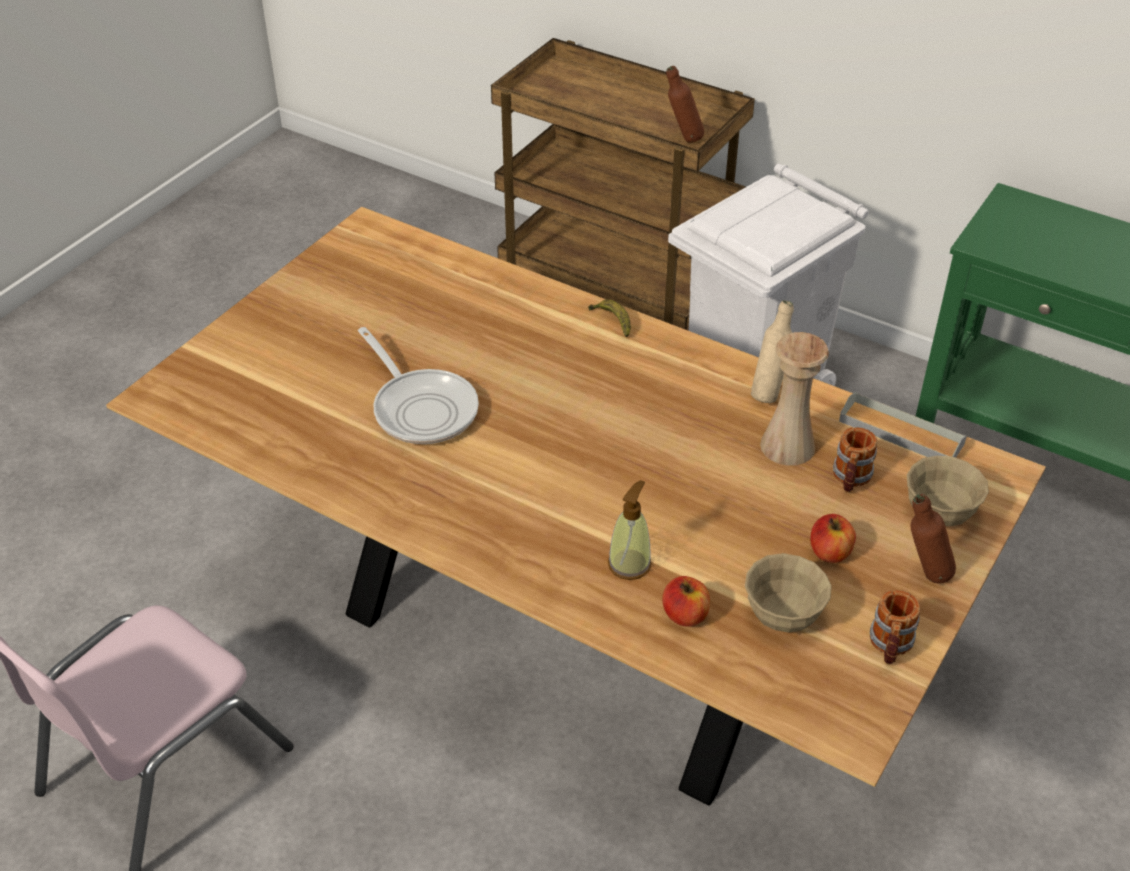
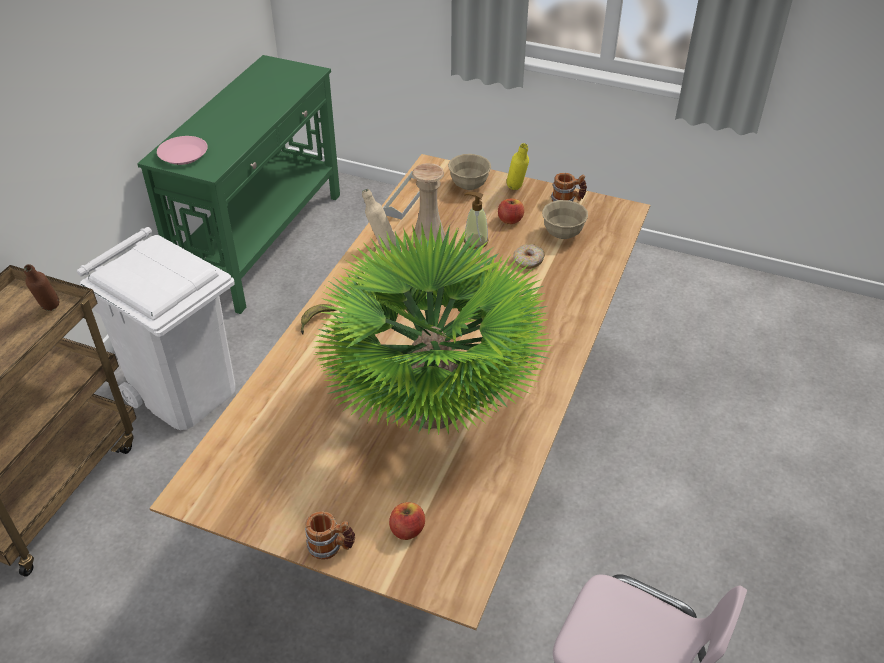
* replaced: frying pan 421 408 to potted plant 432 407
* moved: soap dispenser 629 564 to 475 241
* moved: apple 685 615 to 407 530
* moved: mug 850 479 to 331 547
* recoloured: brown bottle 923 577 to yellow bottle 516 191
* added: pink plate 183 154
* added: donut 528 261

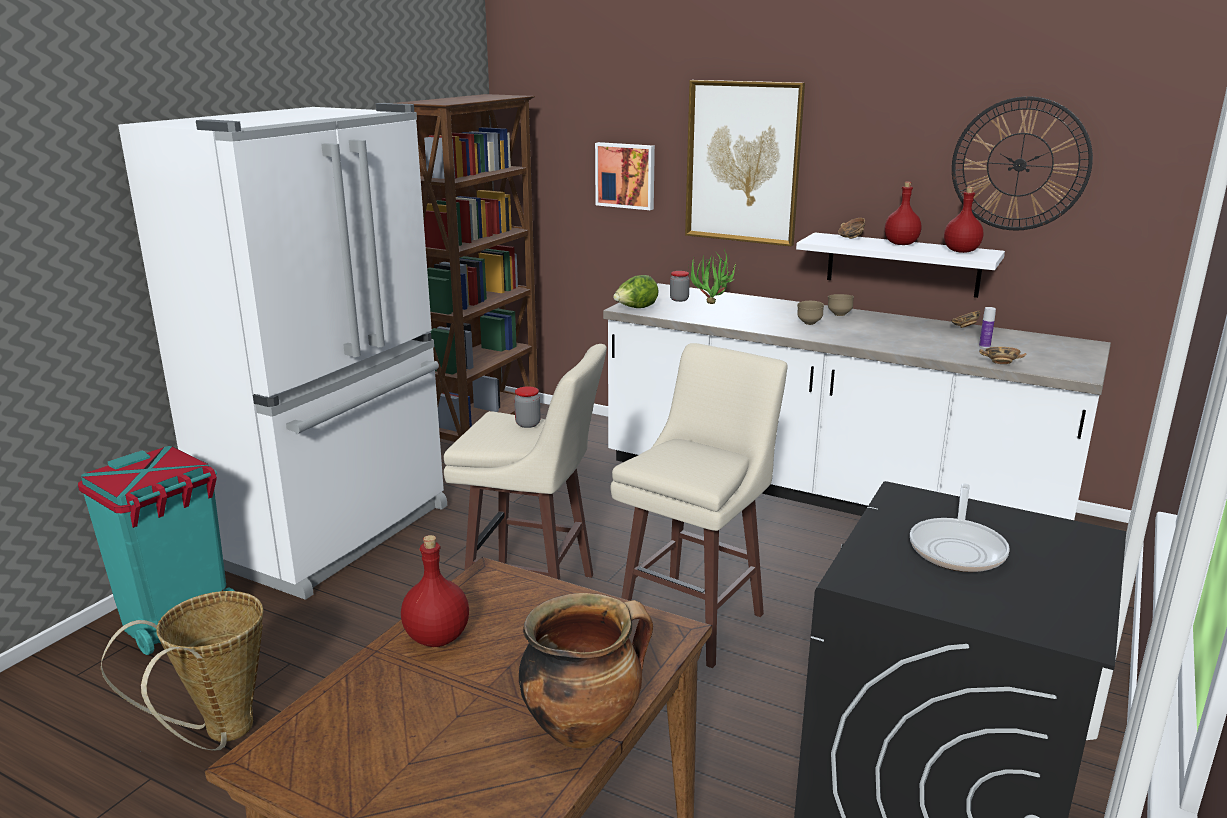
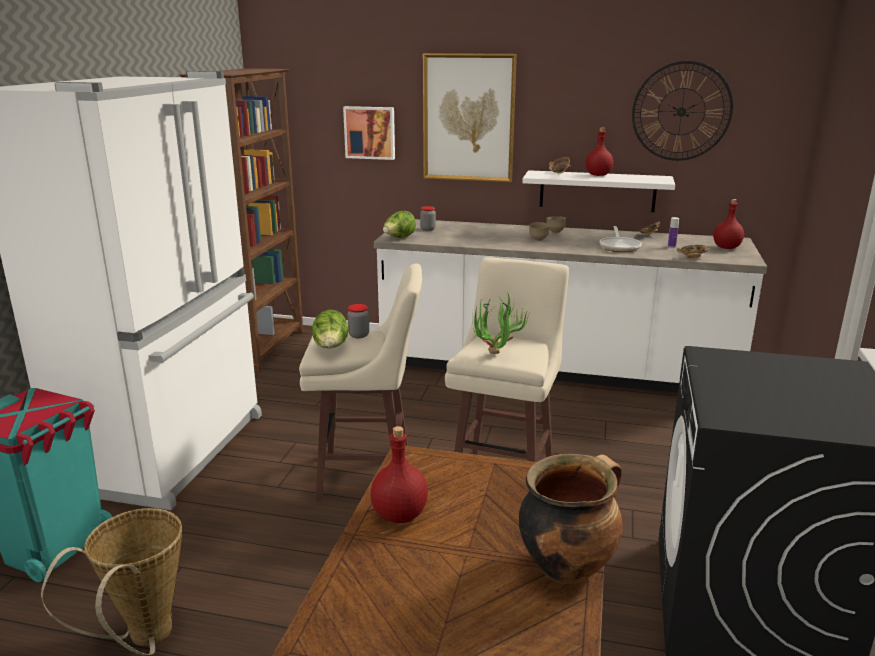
* moved: potted plant 712 306 to 497 357
* moved: frying pan 958 548 to 619 247
* moved: red bottle 961 251 to 727 248
* added: lettuce 331 348

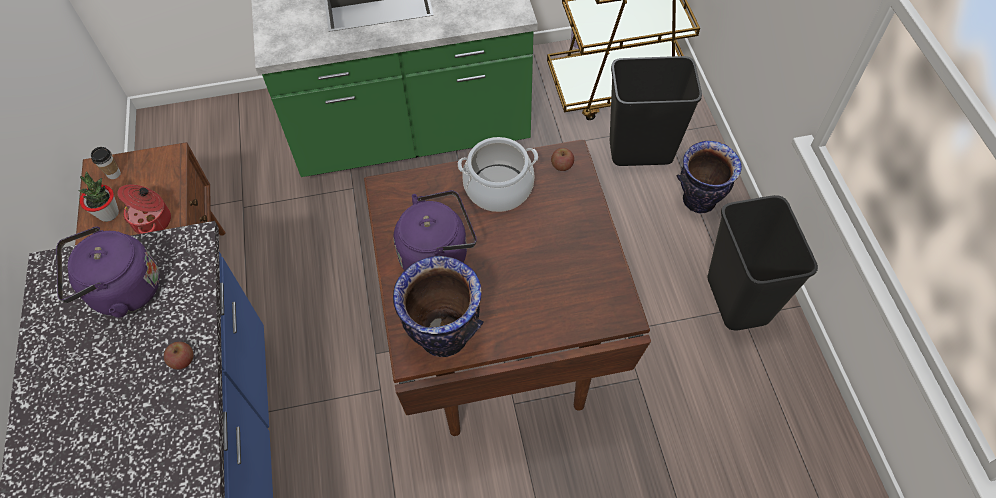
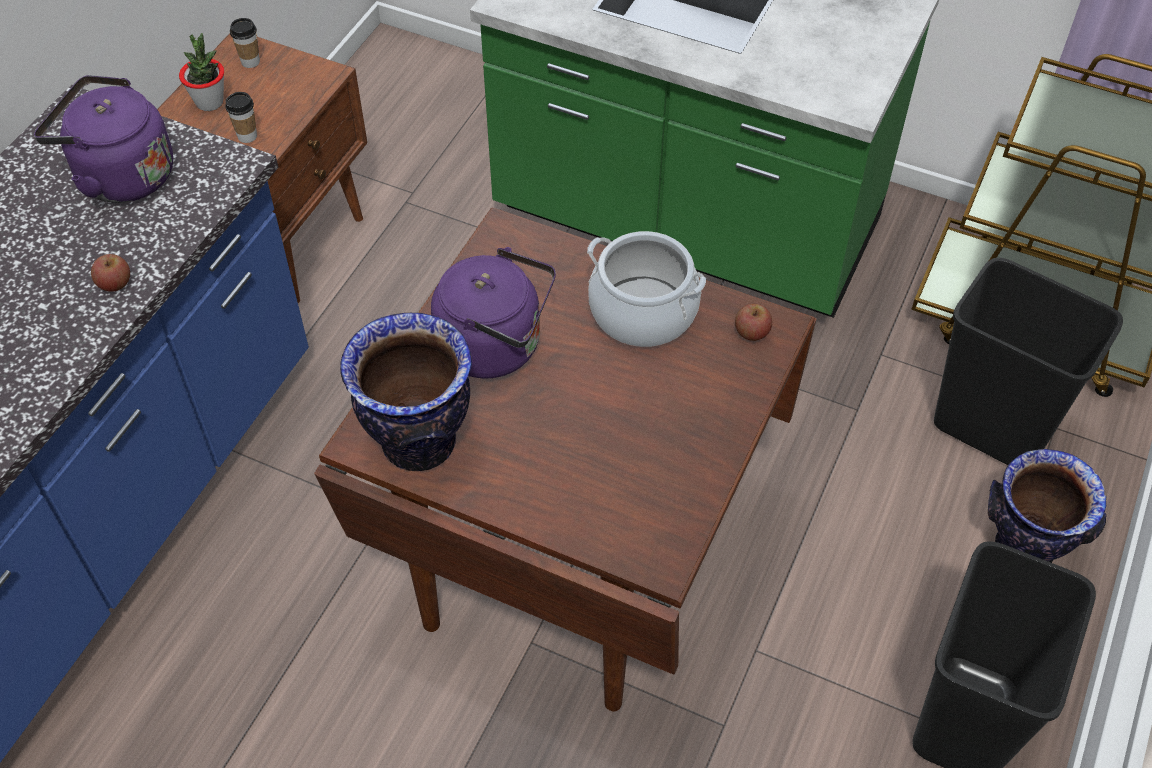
* replaced: cooking pot 154 221 to cup 247 136

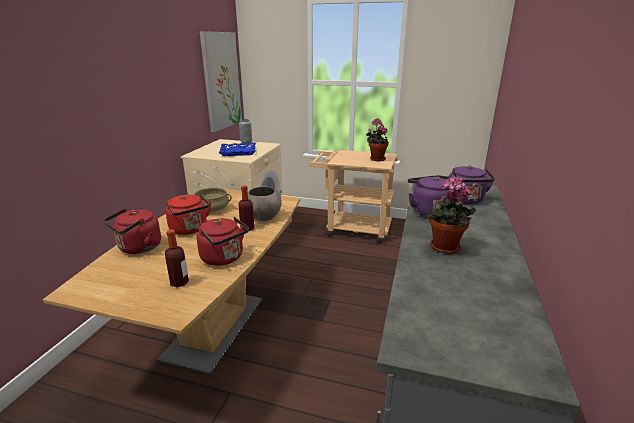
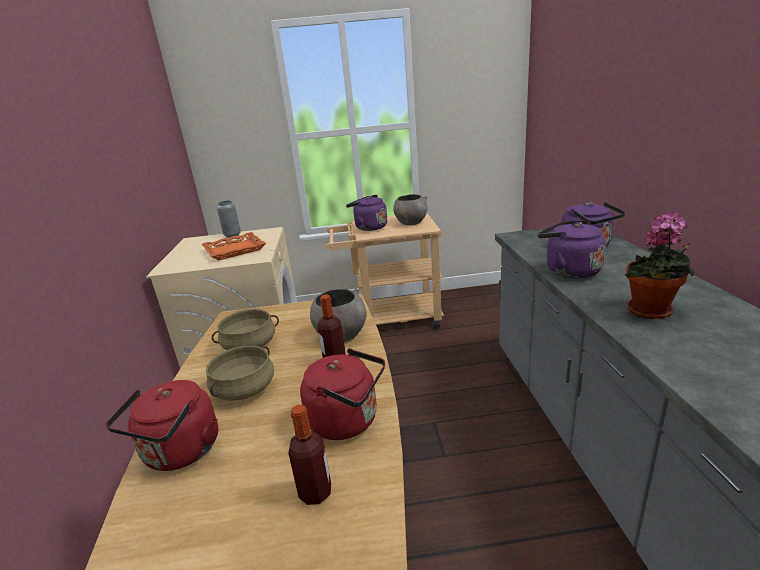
* replaced: red kettle 190 229 to beige cooking pot 245 389
* removed: picture 221 81
* recoloured: blue tray 238 152 to orange tray 234 250
* replaced: potted plant 376 159 to grey bowl 411 223
* added: purple kettle 369 227

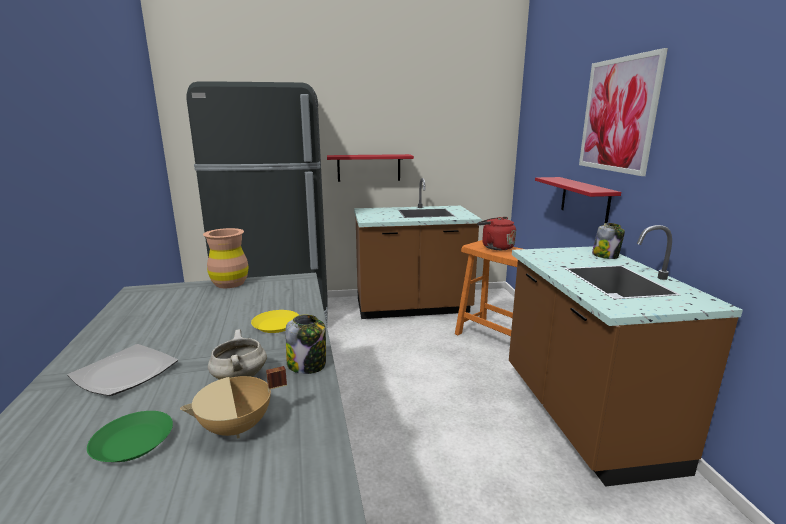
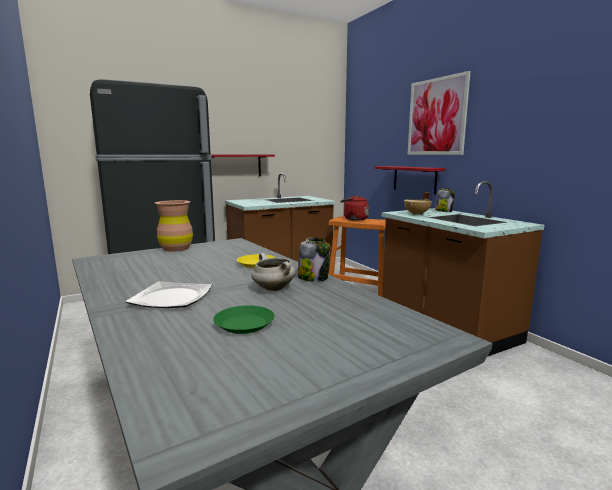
* moved: beige cooking pot 237 428 to 417 214

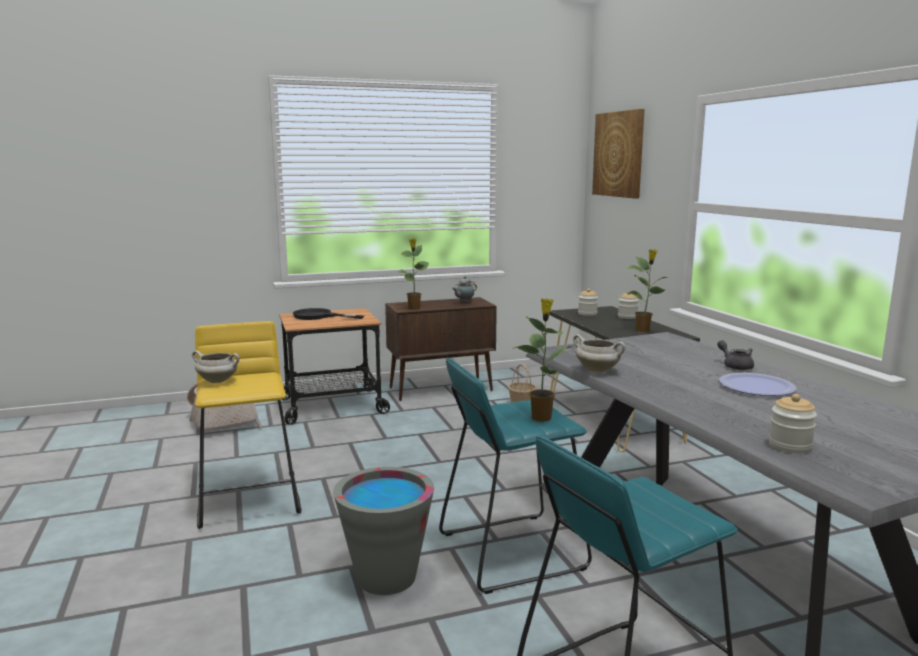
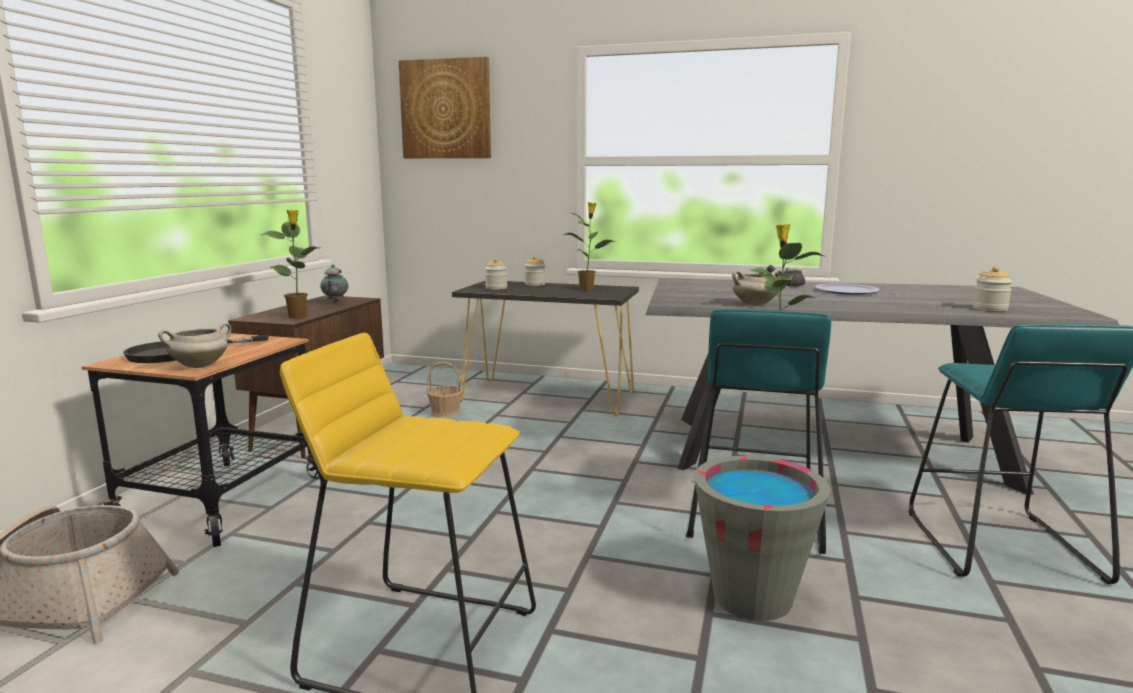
* moved: white cooking pot 218 381 to 200 365

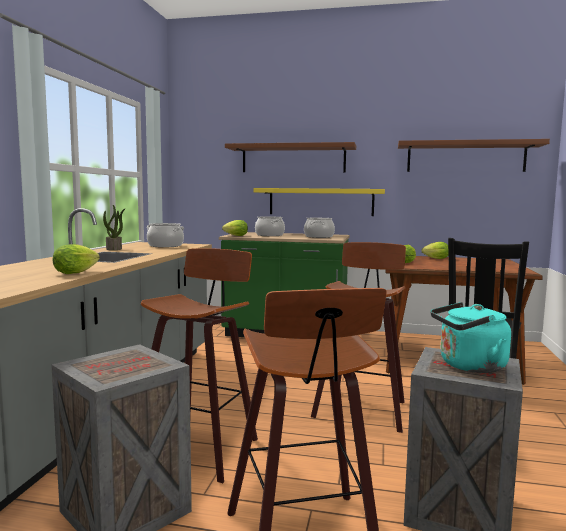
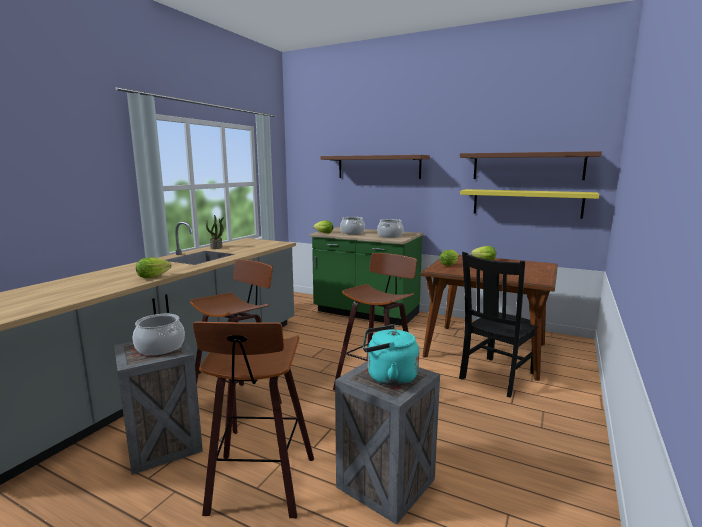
* moved: cooking pot 165 246 to 160 347
* moved: yellow shelf 321 202 to 526 203

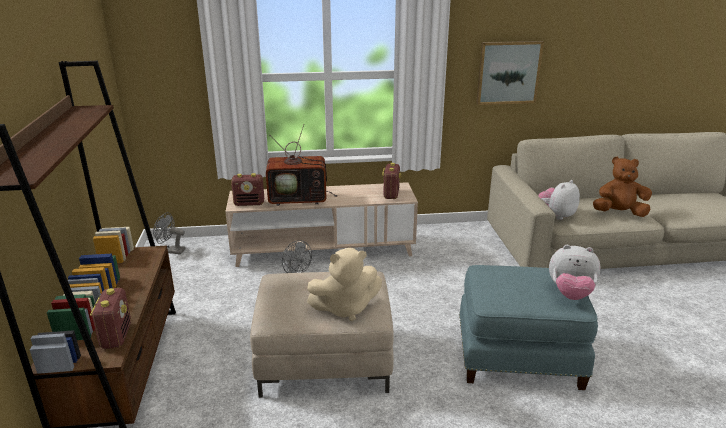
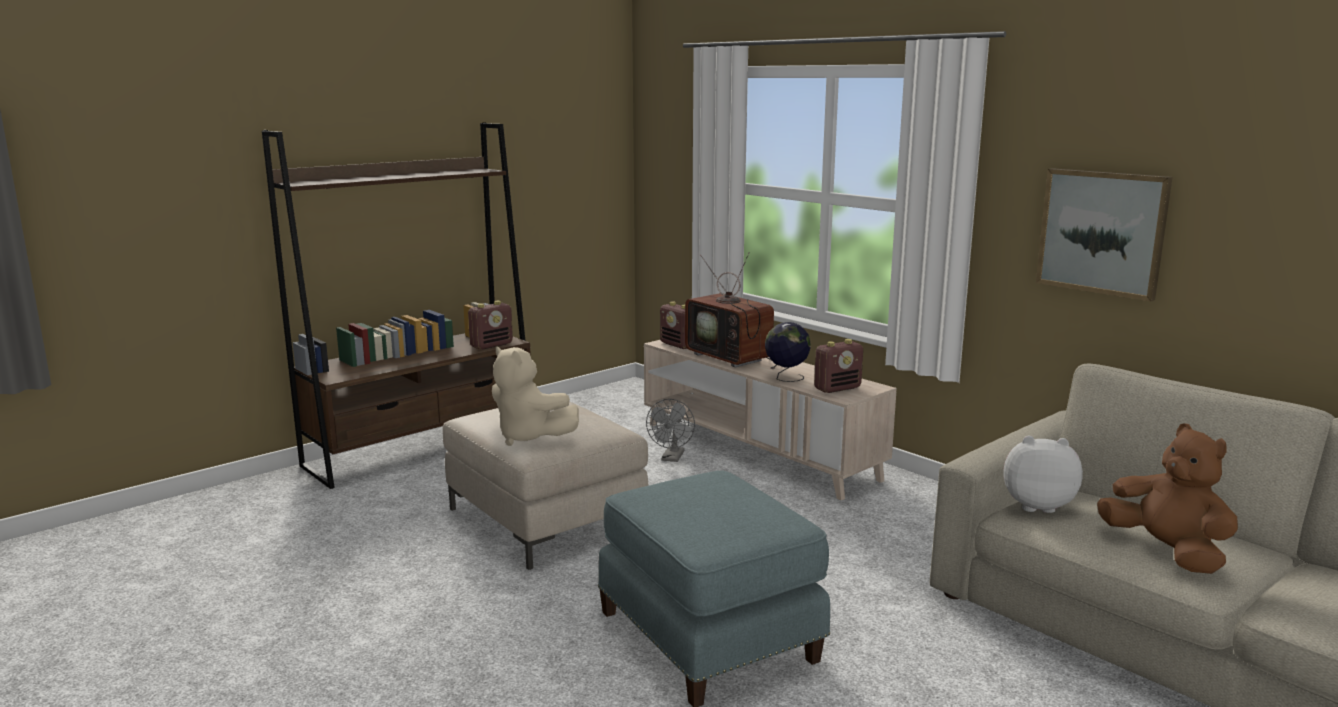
* moved: radio 116 336 to 491 345
* removed: grey fan 171 251
* removed: plush toy 570 294
* added: globe 786 378

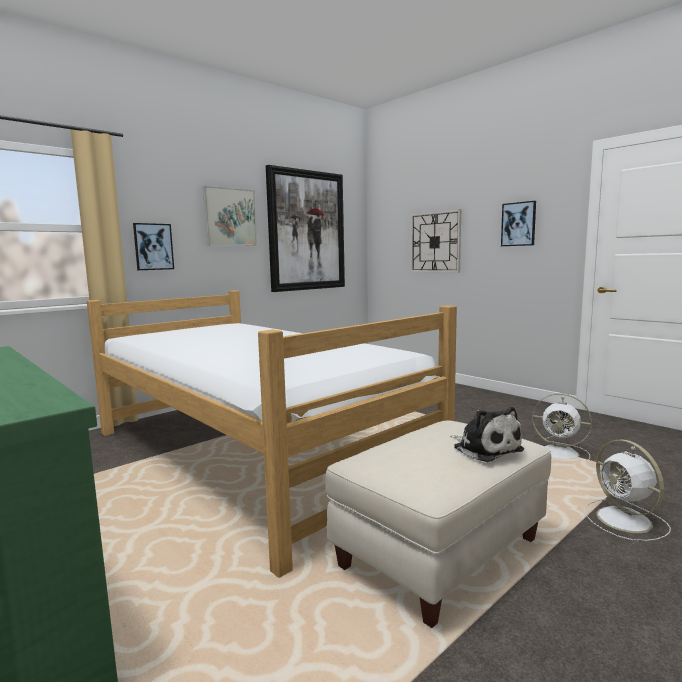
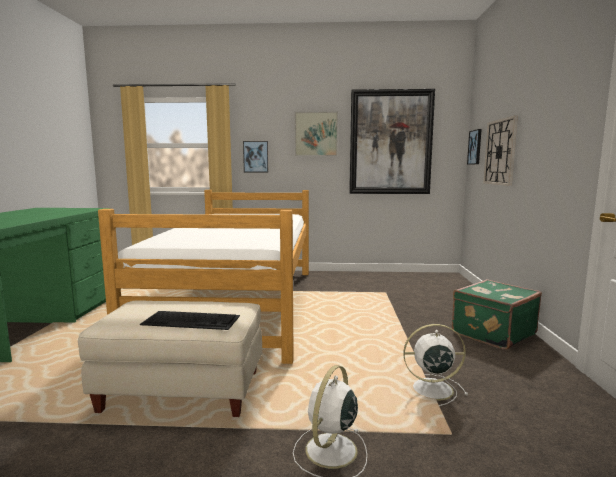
* replaced: plush toy 485 448 to keyboard 192 320
* moved: picture 518 224 to 475 147
* turned: white fan 561 453 = 430 389 105 degrees clockwise
* added: green suitcase 492 333

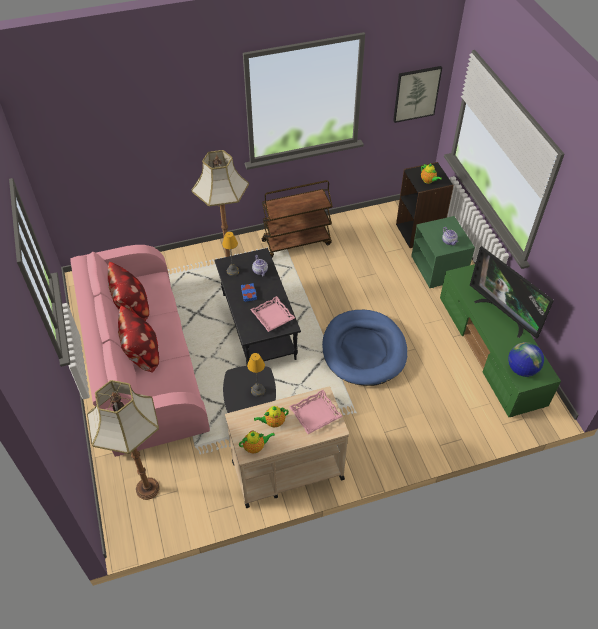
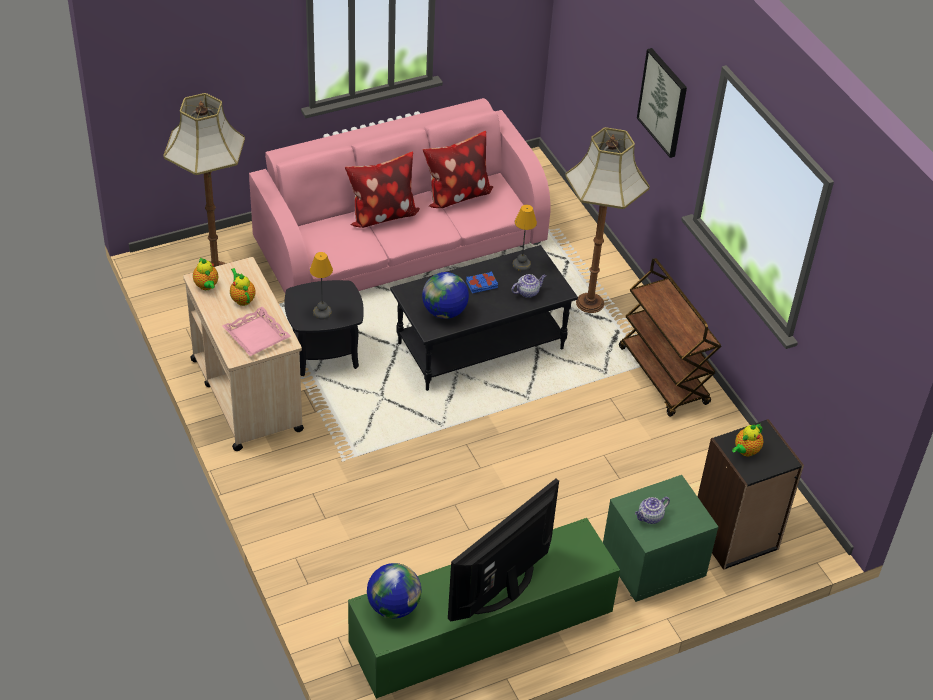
* replaced: pink tray 273 316 to globe 444 312
* removed: blue dog bed 363 350
* moved: picture 416 93 to 663 102

